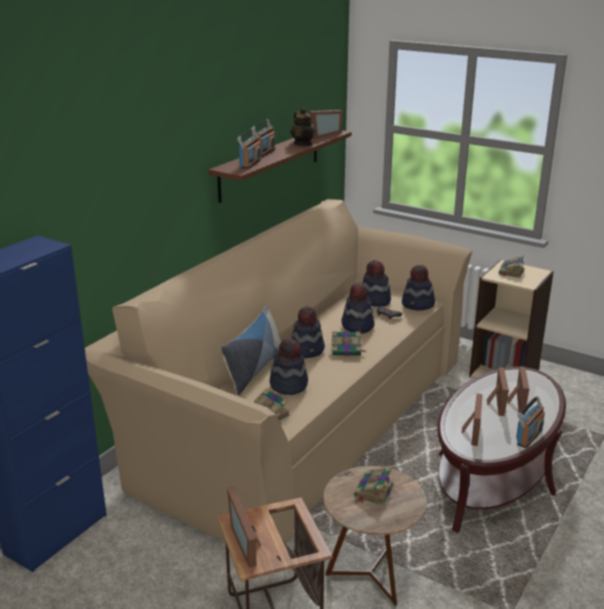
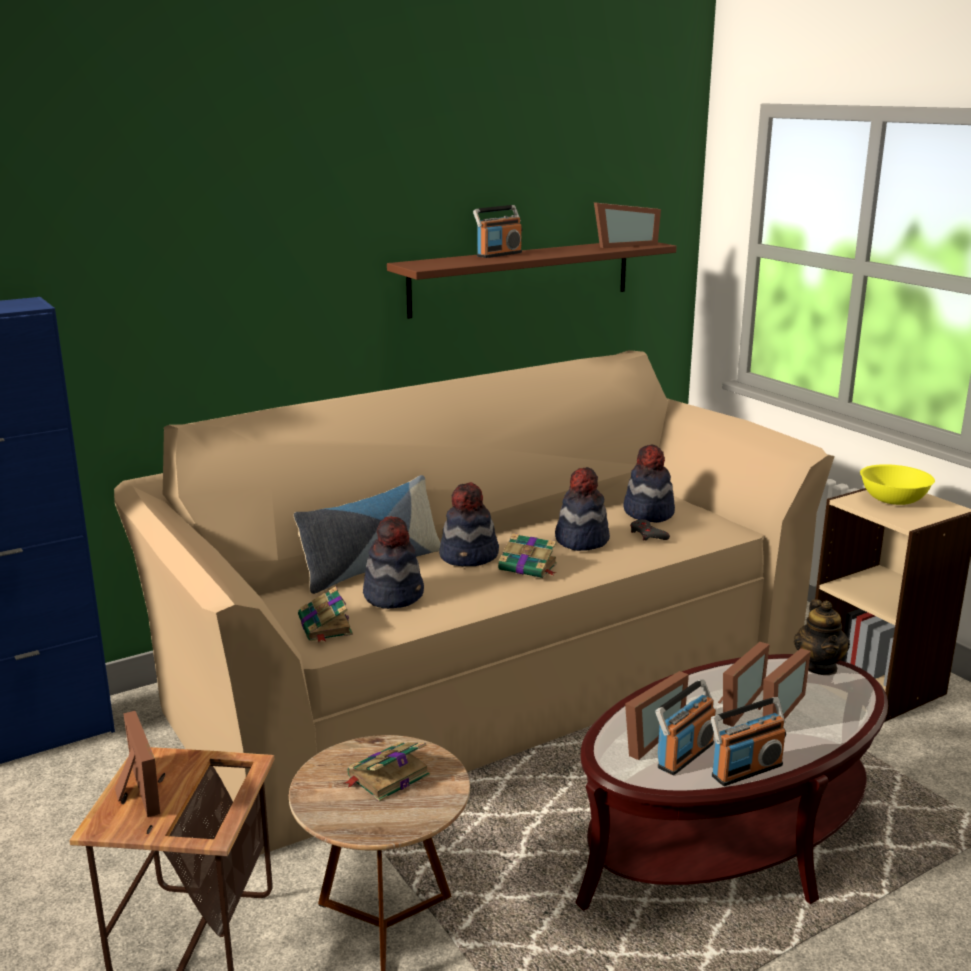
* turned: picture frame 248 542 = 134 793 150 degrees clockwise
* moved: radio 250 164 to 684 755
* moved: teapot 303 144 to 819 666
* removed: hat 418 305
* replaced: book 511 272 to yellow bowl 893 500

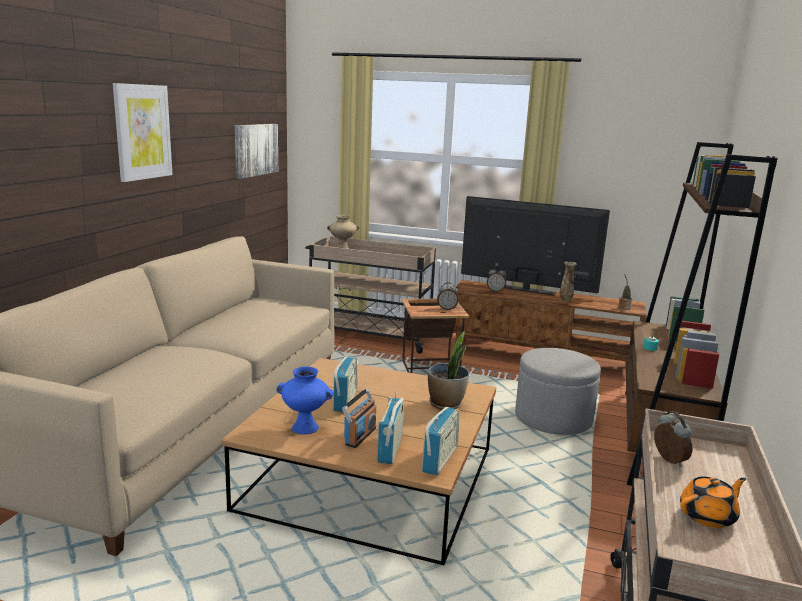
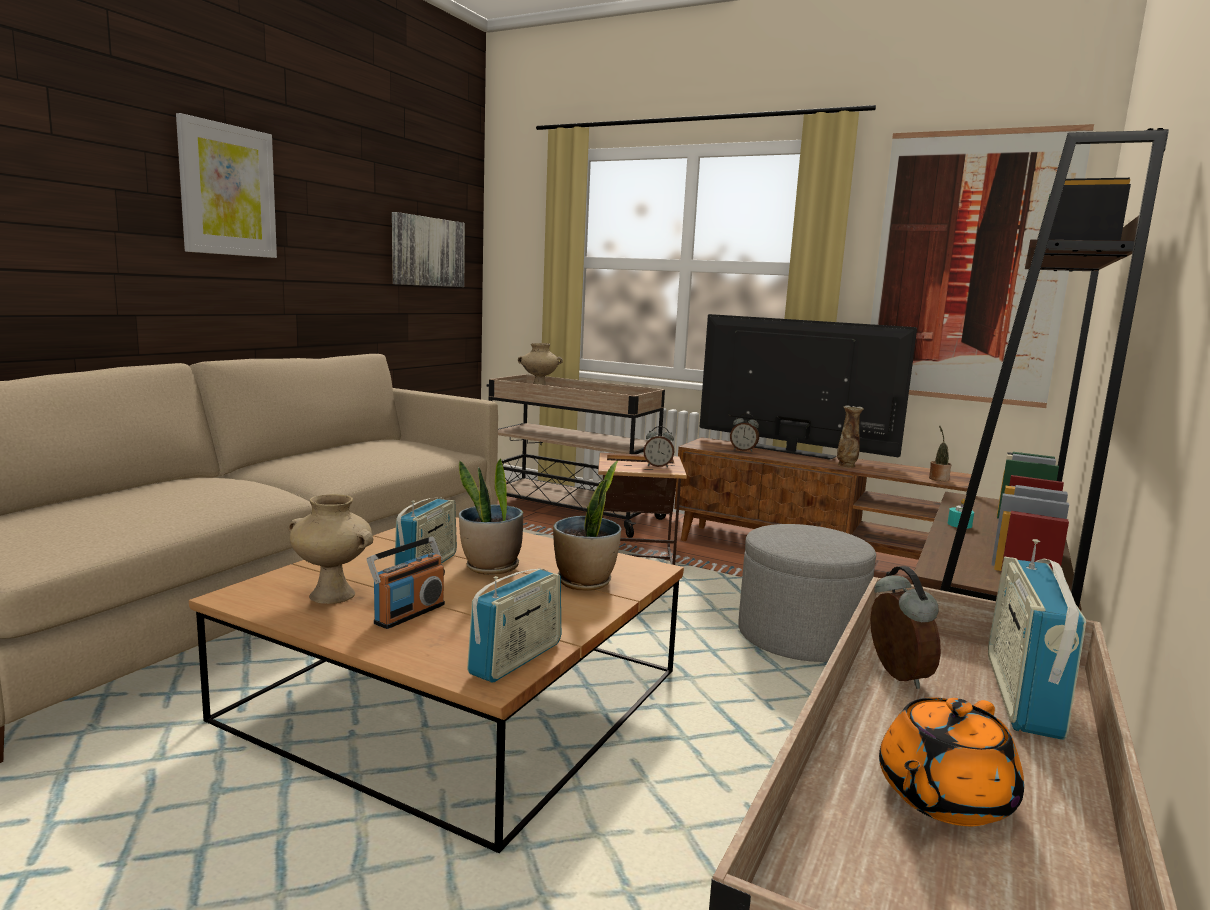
* recoloured: blue vase 306 427 to beige vase 334 595
* moved: radio 390 449 to 1022 695
* turned: orange teapot 708 516 = 942 797 150 degrees clockwise
* added: potted plant 491 567
* added: picture 968 268

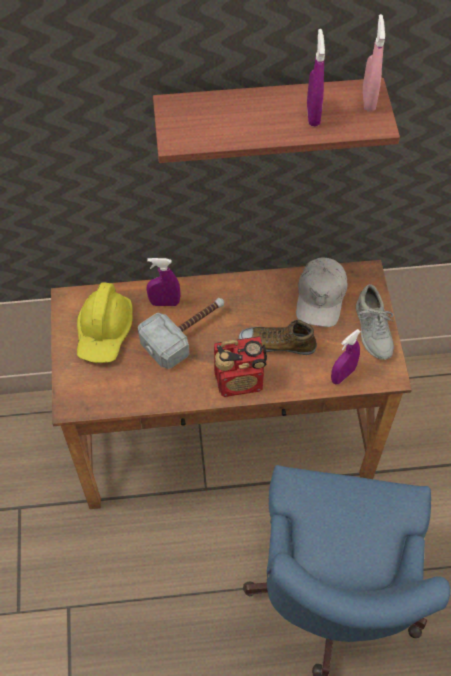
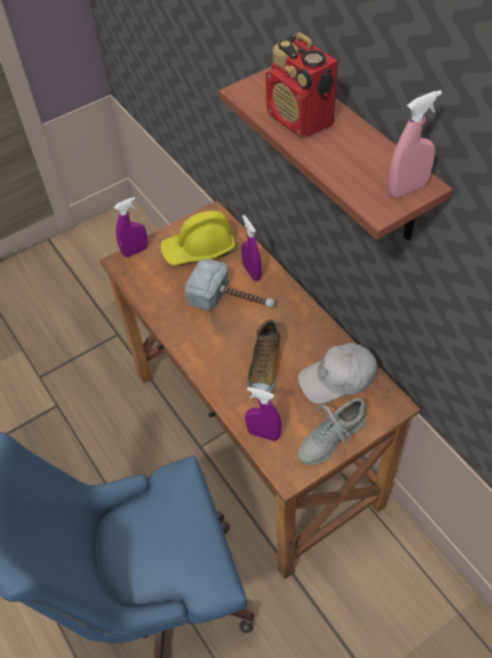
* moved: radio 240 381 to 300 119
* turned: shoe 277 343 = 264 368 150 degrees counterclockwise
* moved: purple spray bottle 313 114 to 135 251

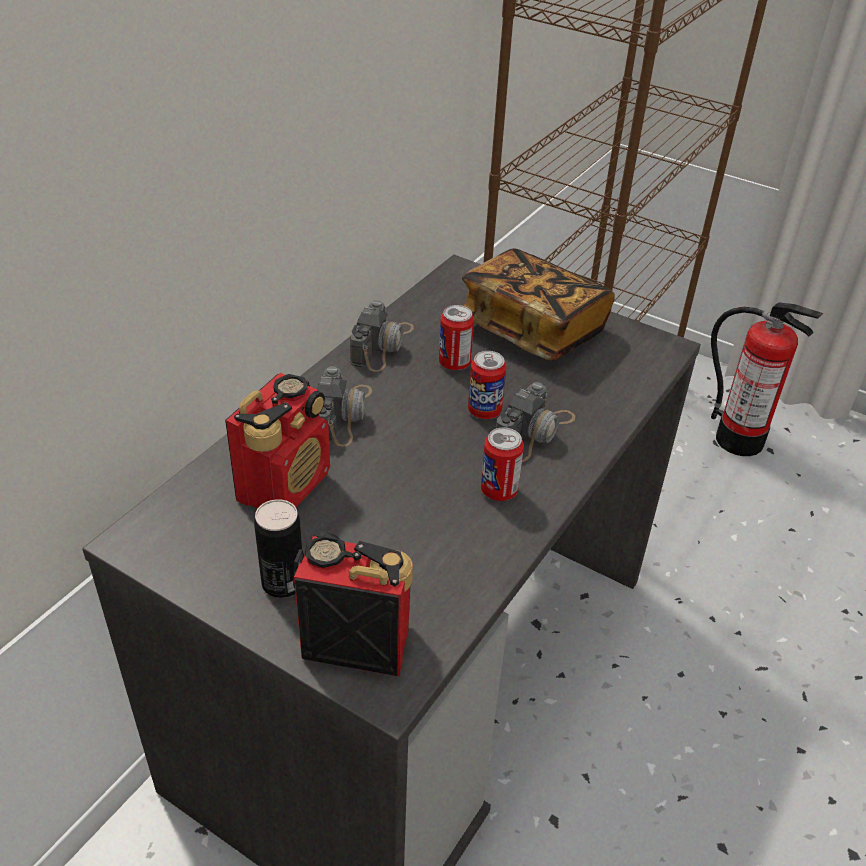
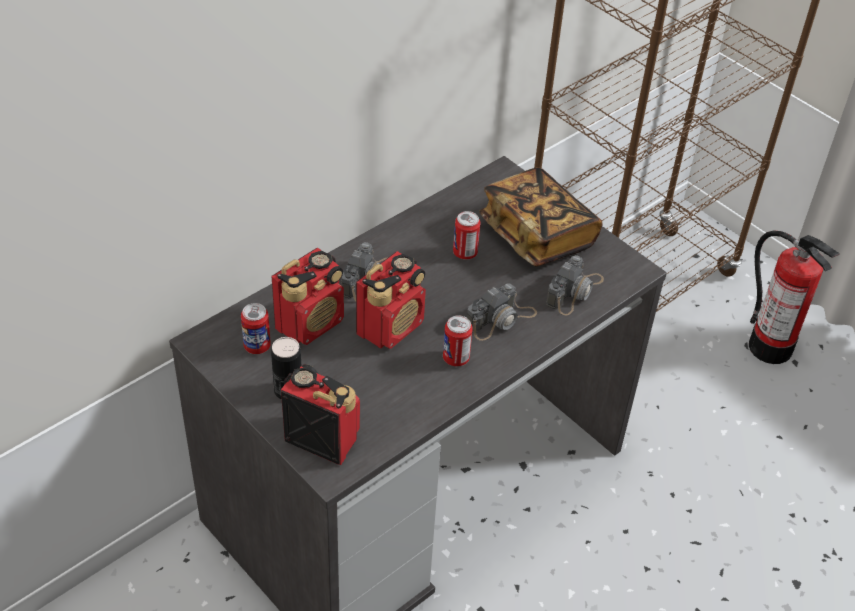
* moved: photo camera 382 345 to 574 291
* moved: can 484 411 to 257 346
* added: radio 391 327

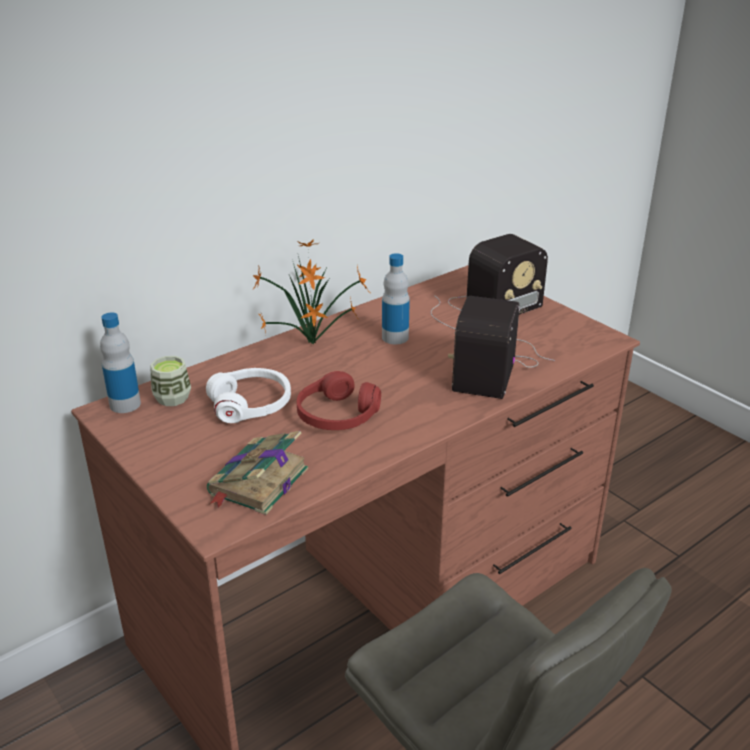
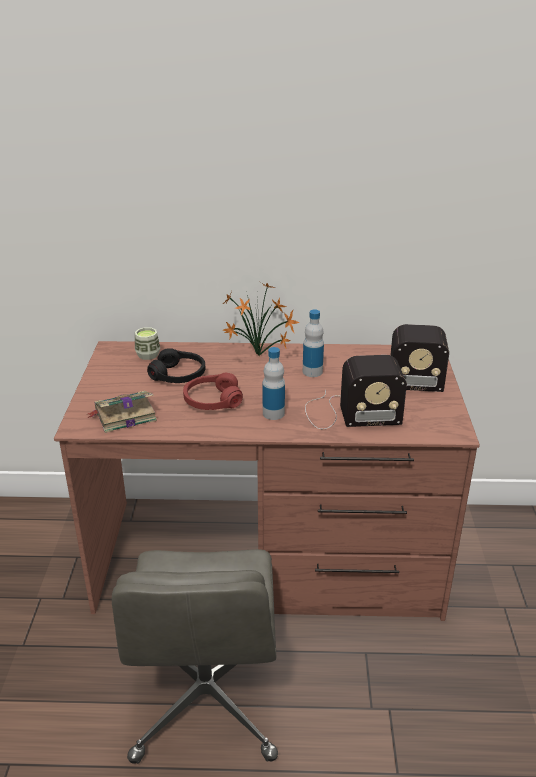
* moved: bottle 125 404 to 273 413
* recoloured: white headphones 251 404 to black headphones 178 375
* turned: radio 494 363 = 349 413 150 degrees counterclockwise

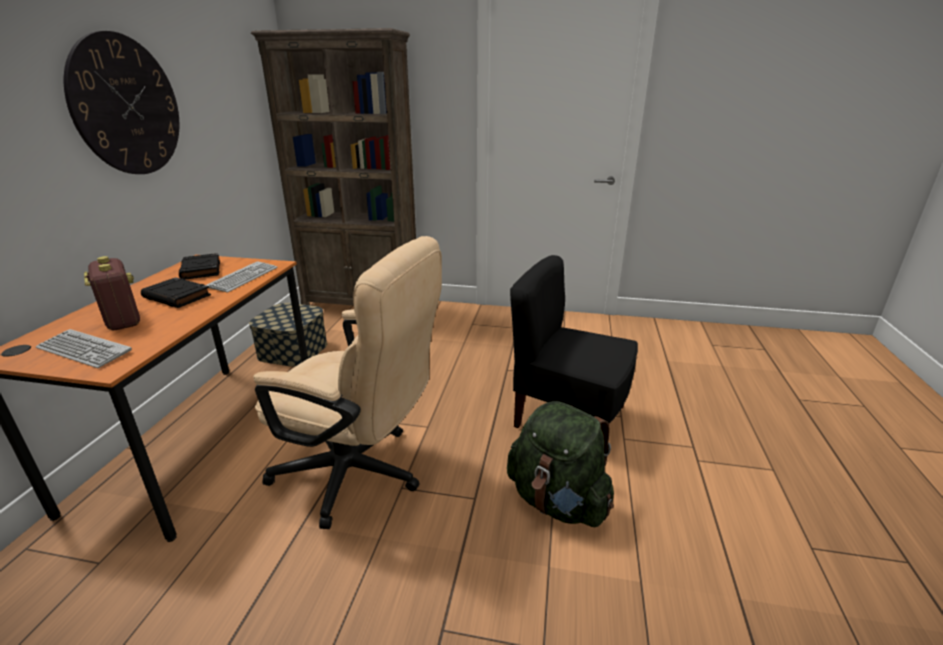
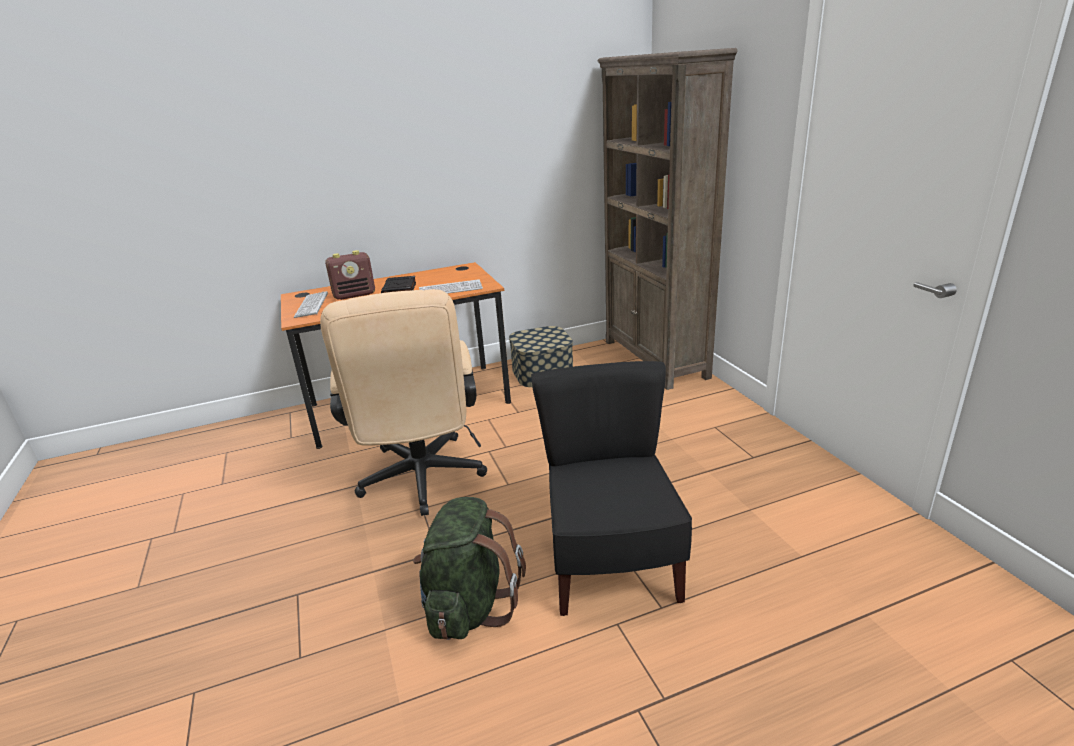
* removed: wall clock 126 106
* turned: radio 122 320 = 355 295 45 degrees clockwise
* removed: black book 201 270

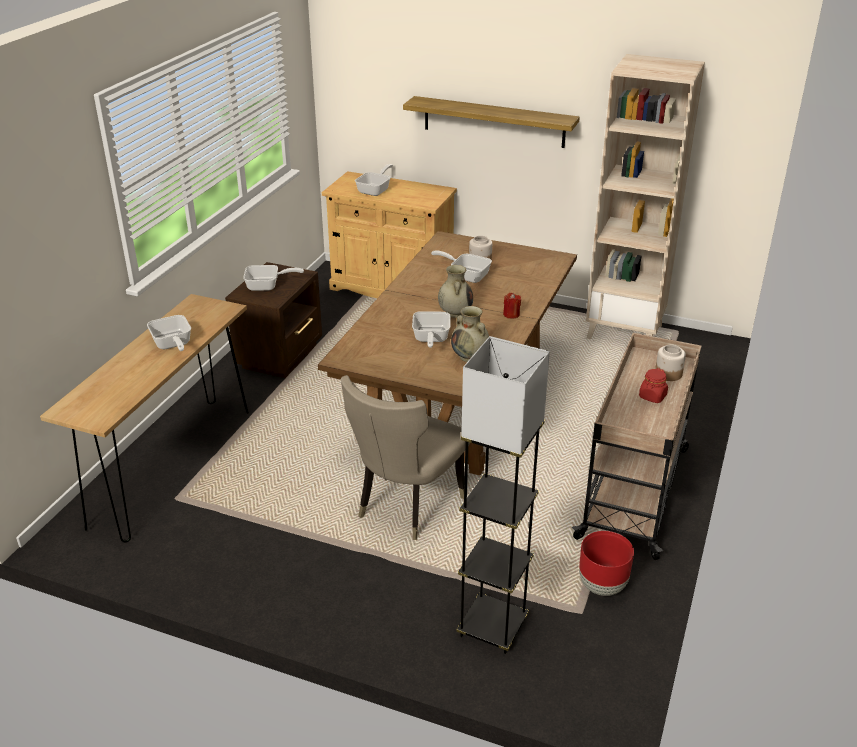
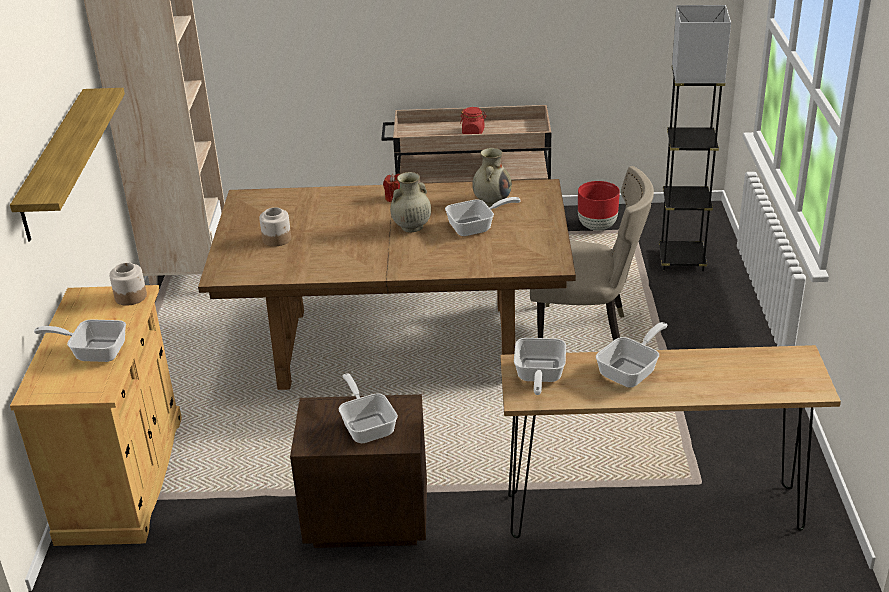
* moved: frying pan 466 275 to 538 377
* moved: jar 668 374 to 131 296

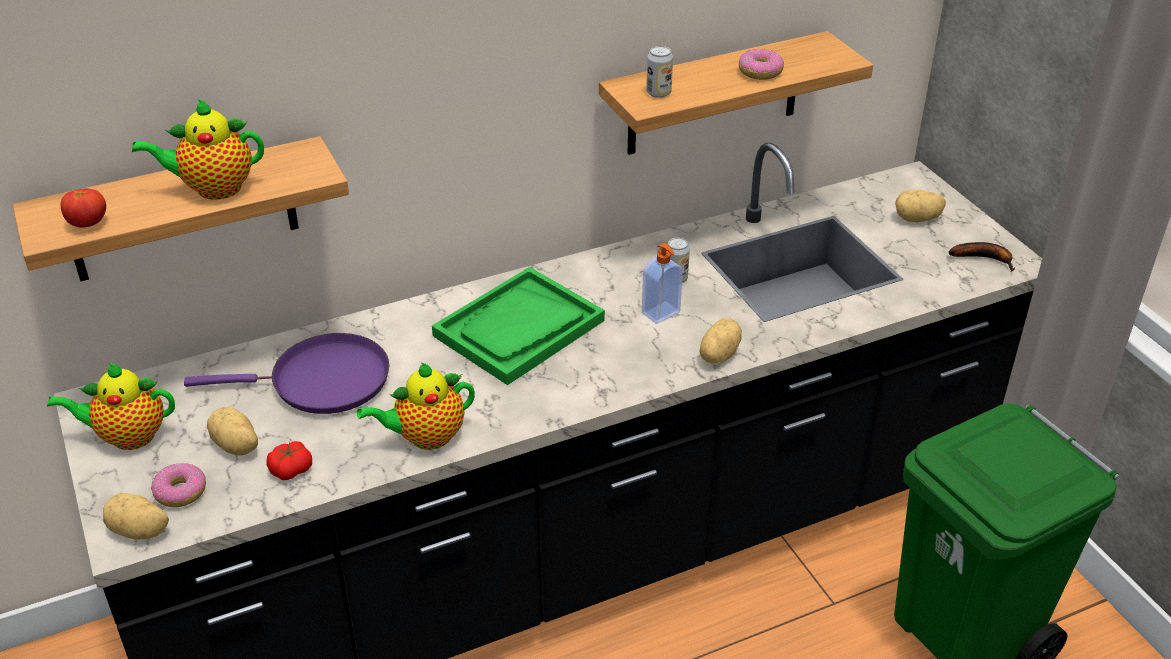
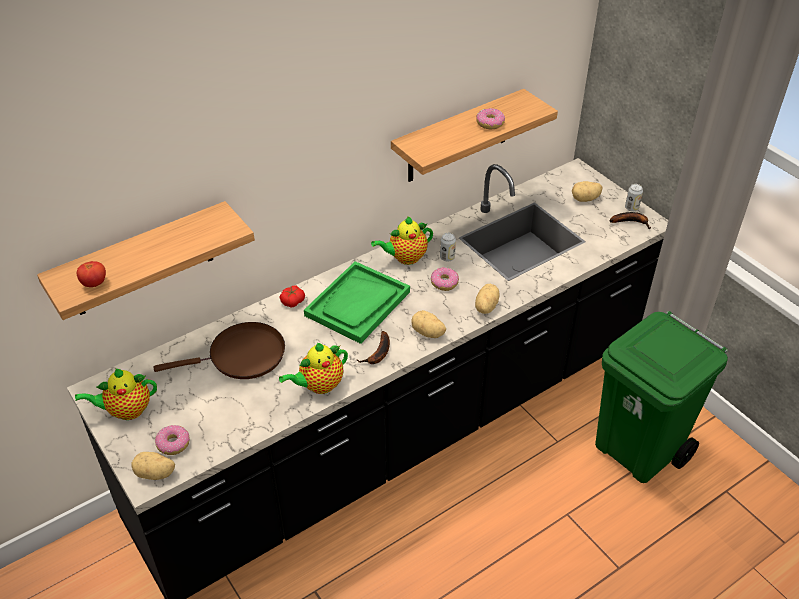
* moved: teapot 213 189 to 405 258
* recoloured: purple frying pan 322 381 to brown frying pan 242 356
* moved: potato 235 446 to 428 333
* moved: tomato 291 469 to 292 301
* replaced: soap dispenser 661 313 to donut 444 283
* moved: can 658 93 to 631 208
* added: banana 378 354

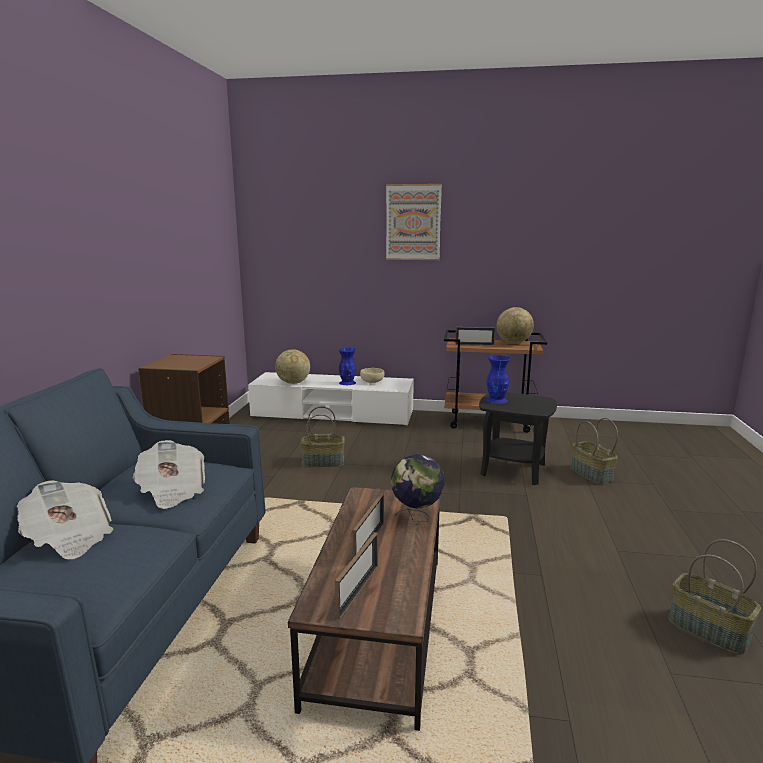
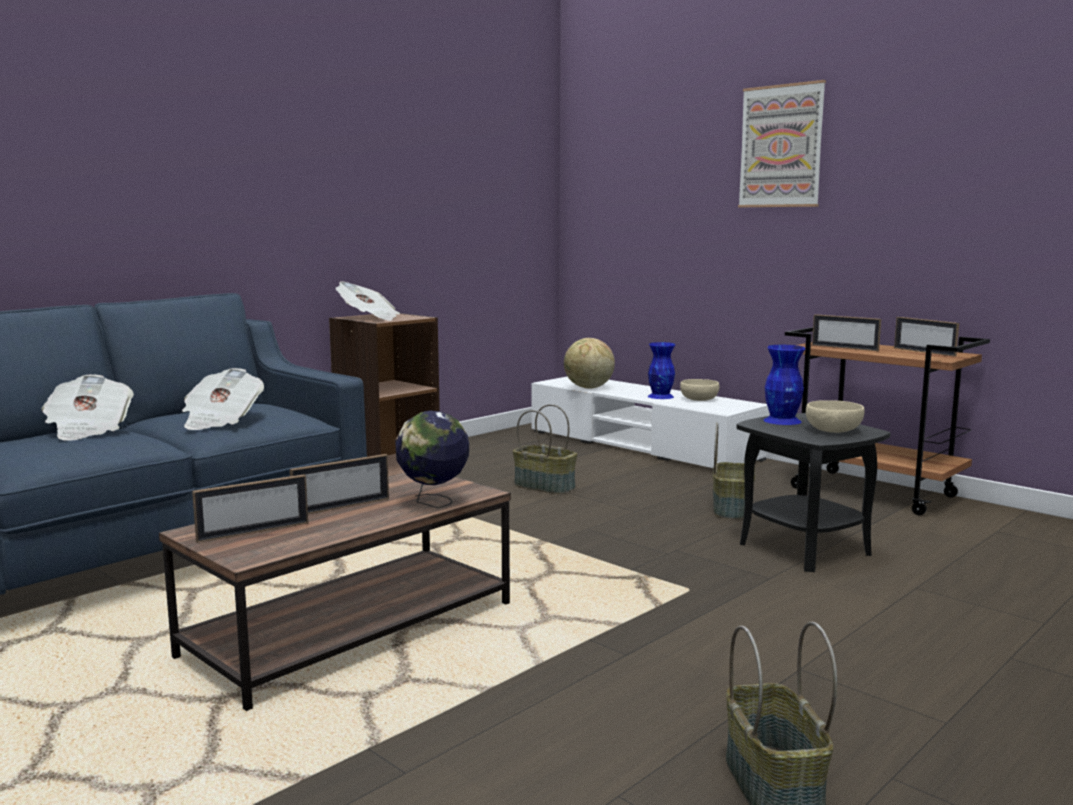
* replaced: globe 514 343 to picture frame 924 352
* moved: basket 590 474 to 731 508
* added: newspaper 369 318
* added: beige bowl 834 430

